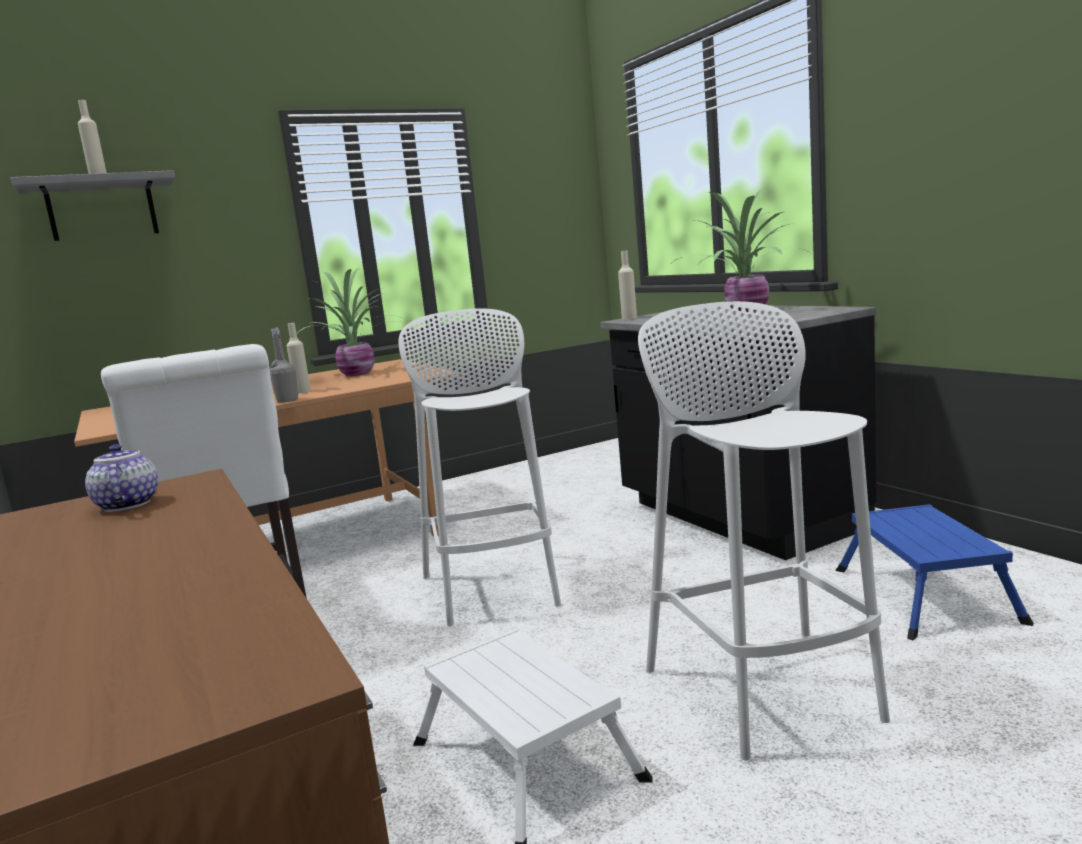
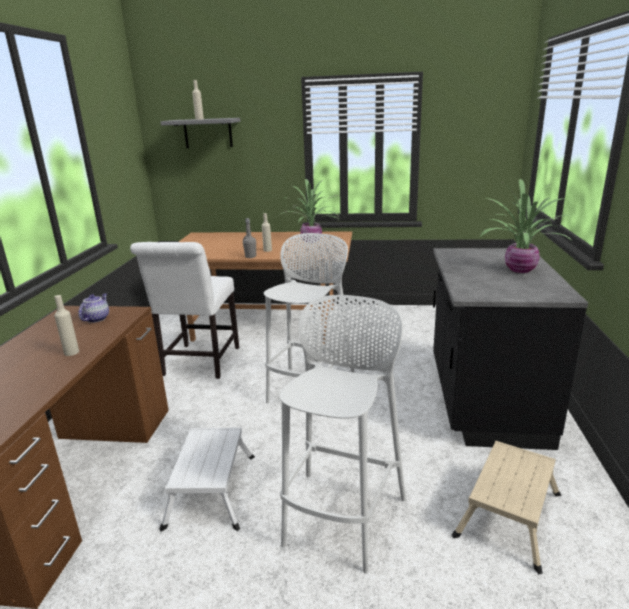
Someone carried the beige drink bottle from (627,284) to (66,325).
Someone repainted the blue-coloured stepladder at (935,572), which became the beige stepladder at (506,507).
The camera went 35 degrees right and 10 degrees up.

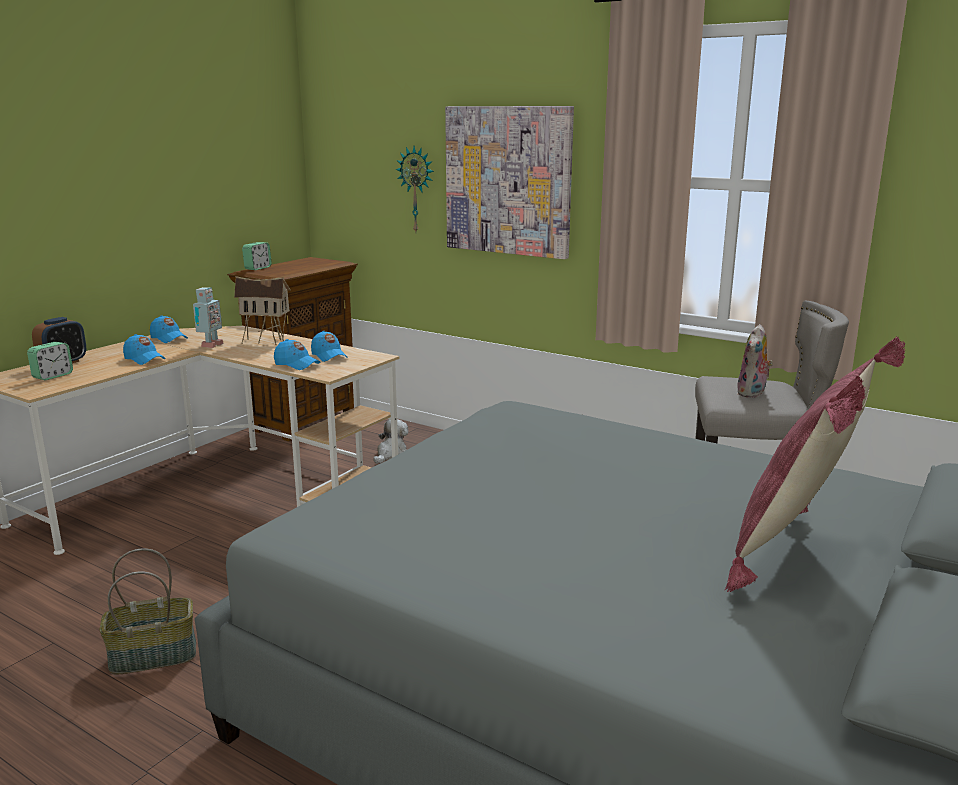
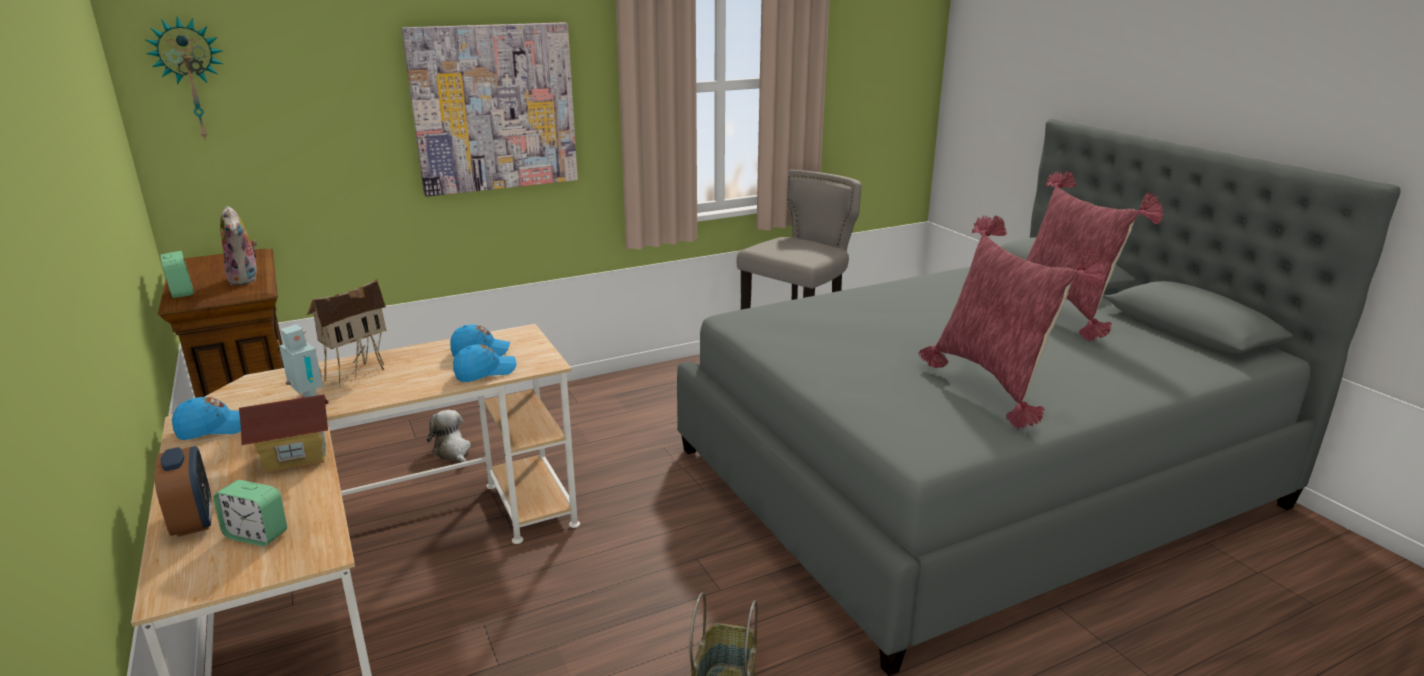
Someone rotated the alarm clock at (50,361) by 135 degrees clockwise.
Someone swapped the blue-coloured cap at (144,349) for the miniature house at (284,434).
Someone carried the hanging clock from (415,189) to (184,78).
Someone carried the cuddly toy from (755,361) to (238,245).
Someone put down the reddish pillow at (1012,323).
The camera went 60 degrees left and 5 degrees up.

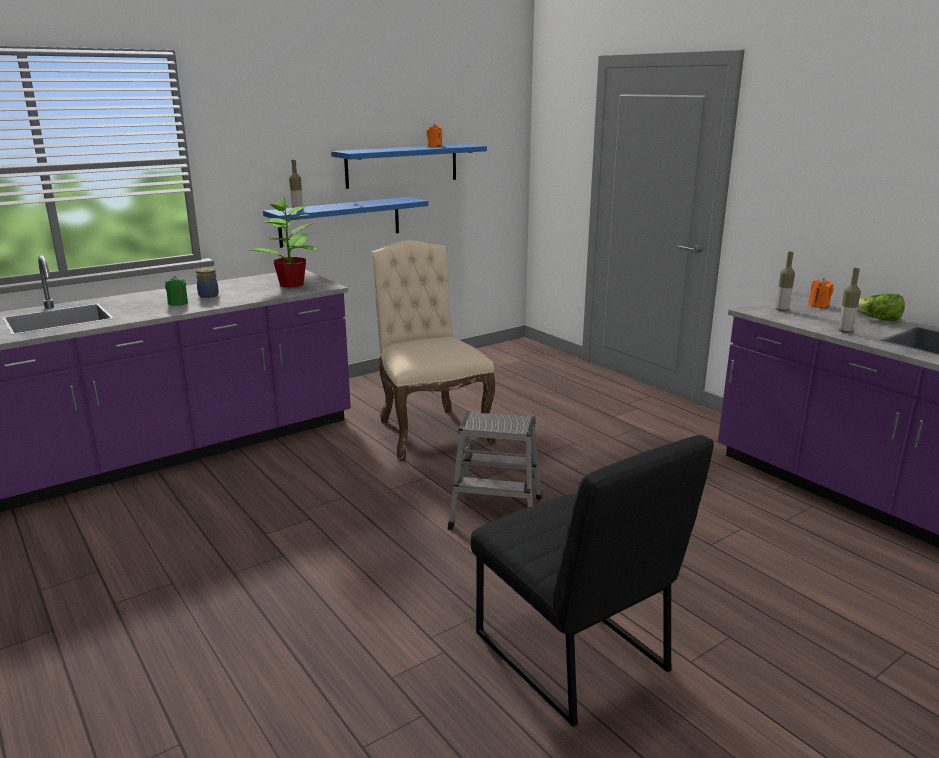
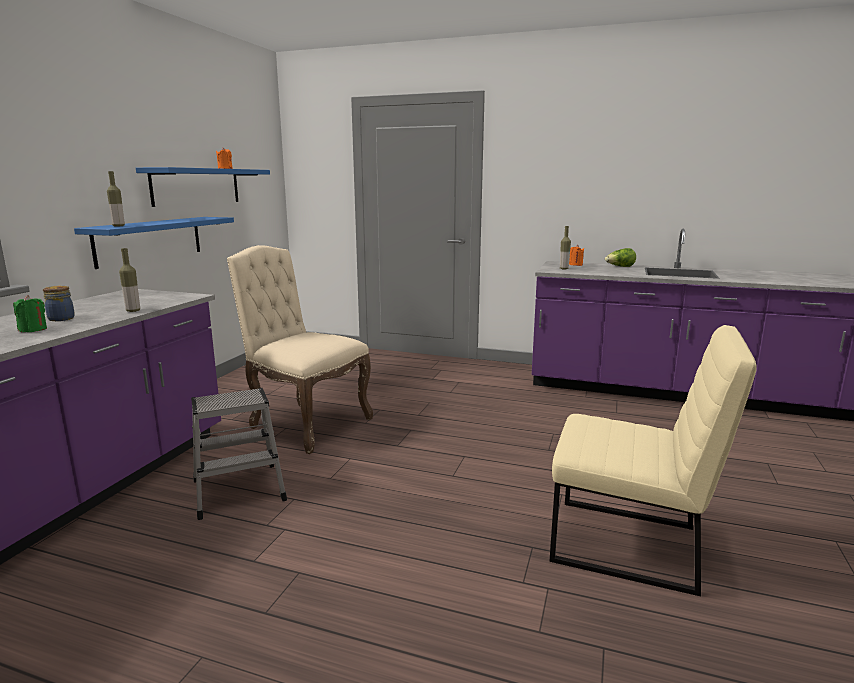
Someone took away the houseplant at (282,243).
Someone carried the grey stepladder from (495,470) to (239,454).
Someone repainted the black-coloured chair at (592,581), which became the beige chair at (653,460).
Someone carried the drink bottle from (849,300) to (129,280).
The camera went 35 degrees left and 5 degrees down.

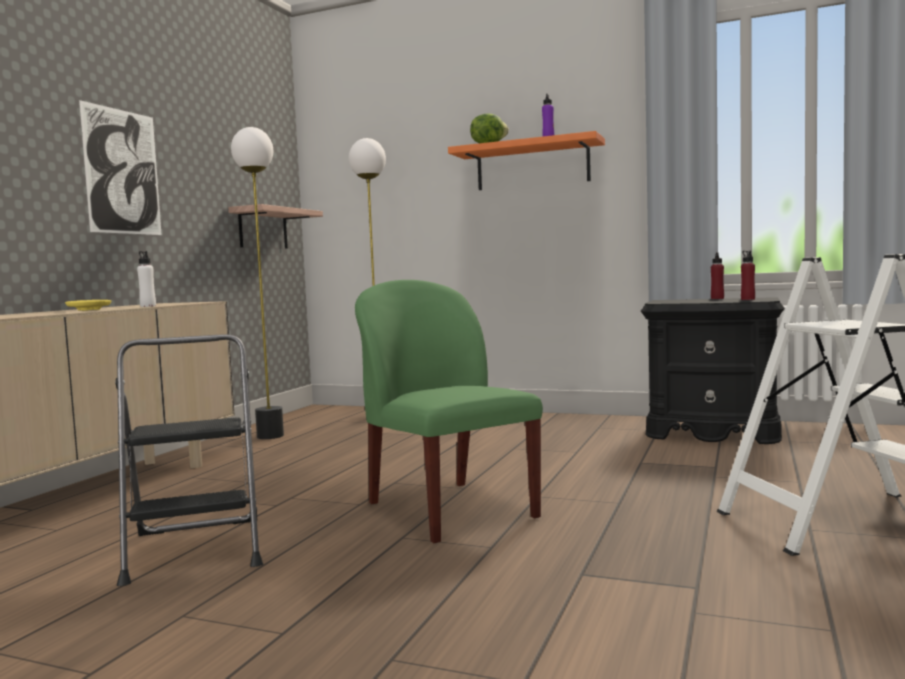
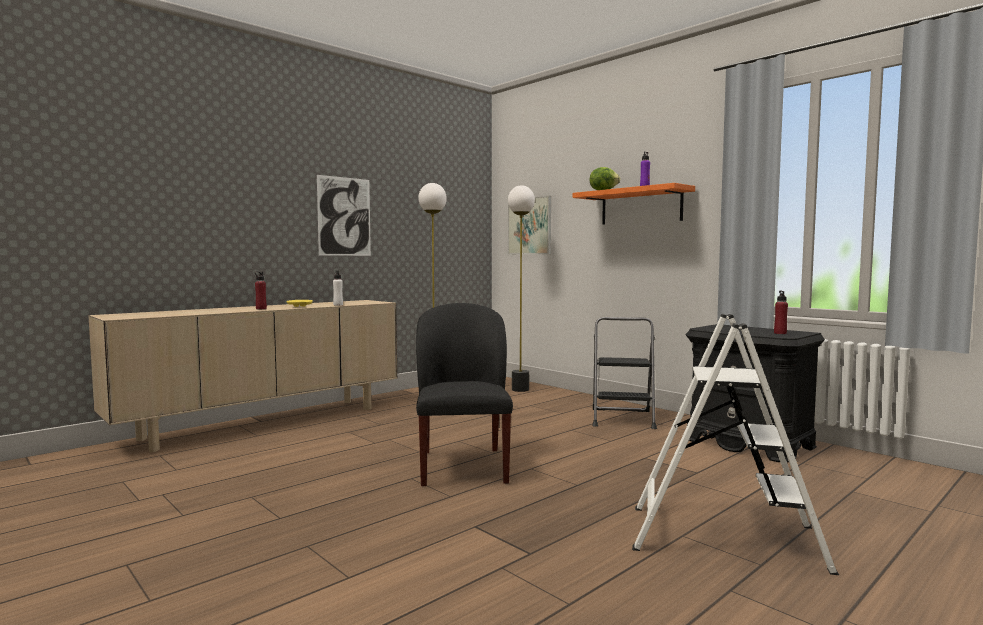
Someone carried the black-coloured stepladder from (189,460) to (624,373).
Someone took away the shelf at (275,226).
Someone repainted the greenish chair at (449,411), which became the black-coloured chair at (464,395).
Someone carried the reddish drink bottle from (717,275) to (261,290).
Someone put up the wall art at (529,225).
The camera went 25 degrees right and 0 degrees up.

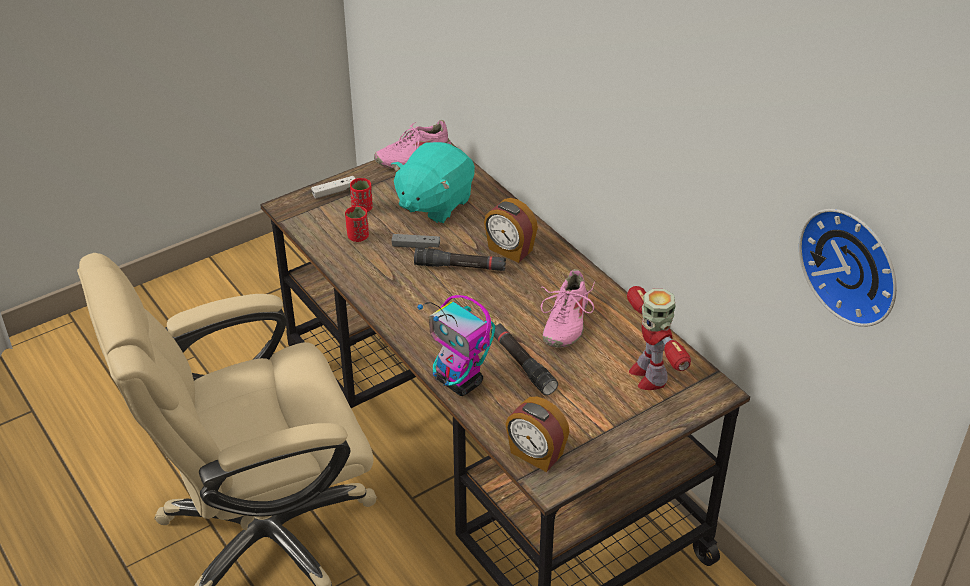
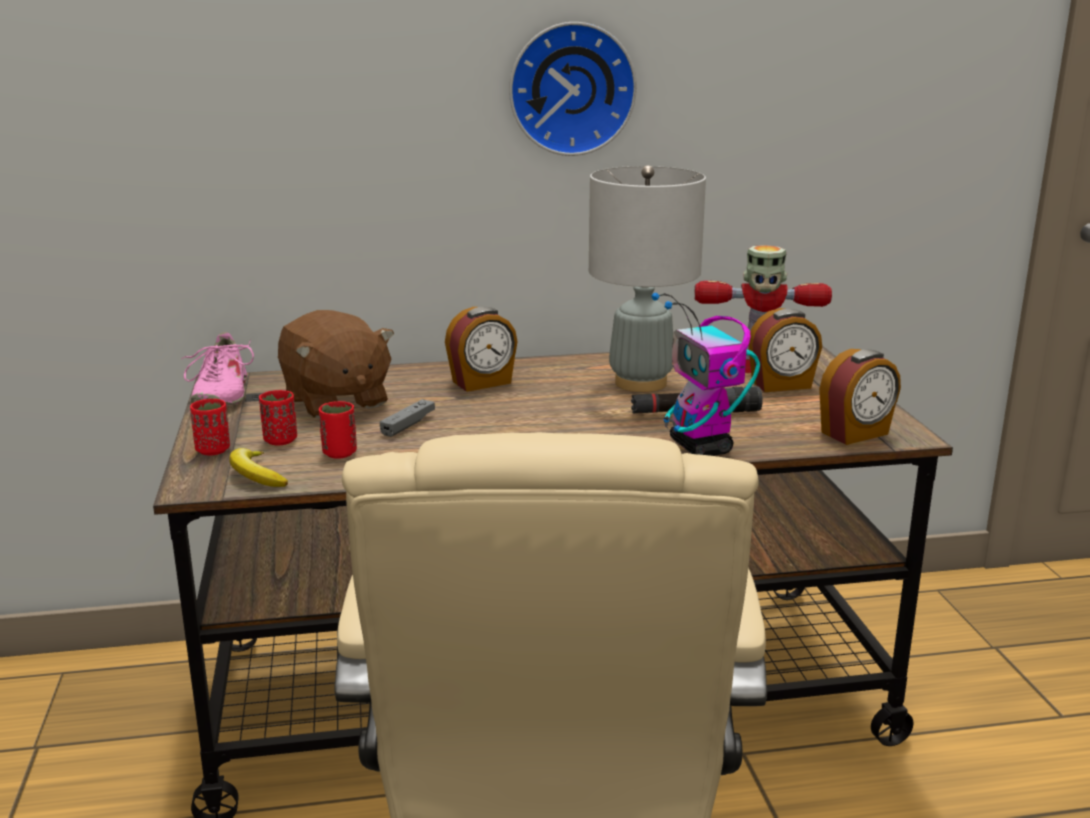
Someone swapped the white game controller at (333,187) for the reddish cup at (210,427).
Someone repainted the blue-green cuddly toy at (433,182), which became the brownish cuddly toy at (336,364).
Someone took away the black-coloured hand torch at (460,259).
Someone rotated the model robot at (456,345) by 90 degrees clockwise.
Someone swapped the pink-coloured shoe at (568,308) for the grey table lamp at (647,279).
Someone carried the hanging clock from (848,268) to (573,89).
Someone put down the banana fruit at (258,467).
Someone put down the alarm clock at (785,350).
The camera went 65 degrees left and 20 degrees down.

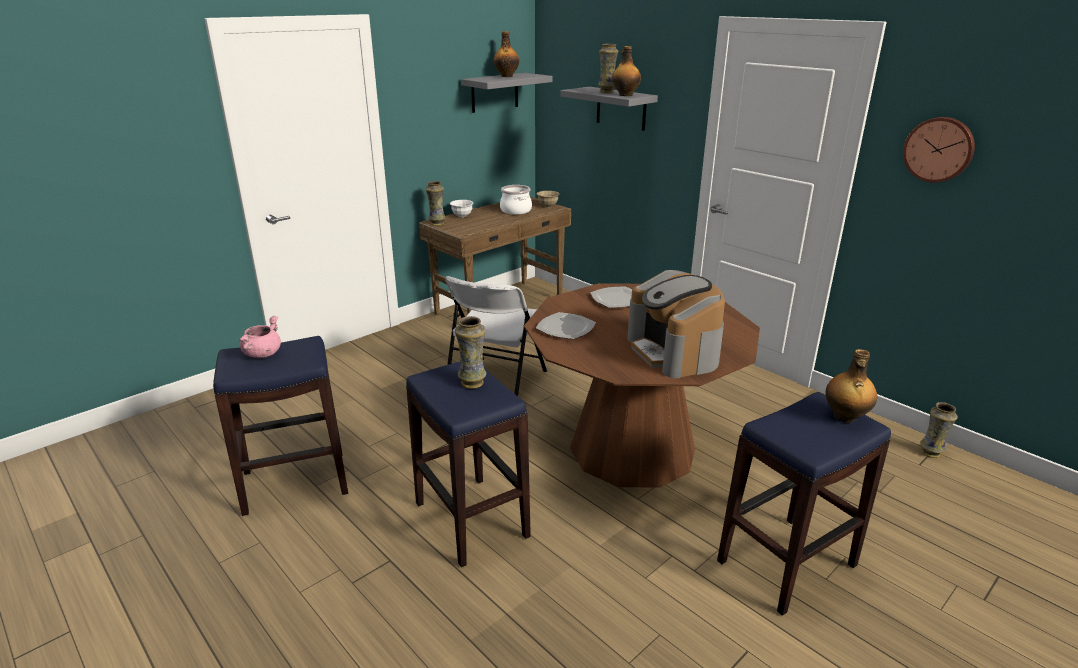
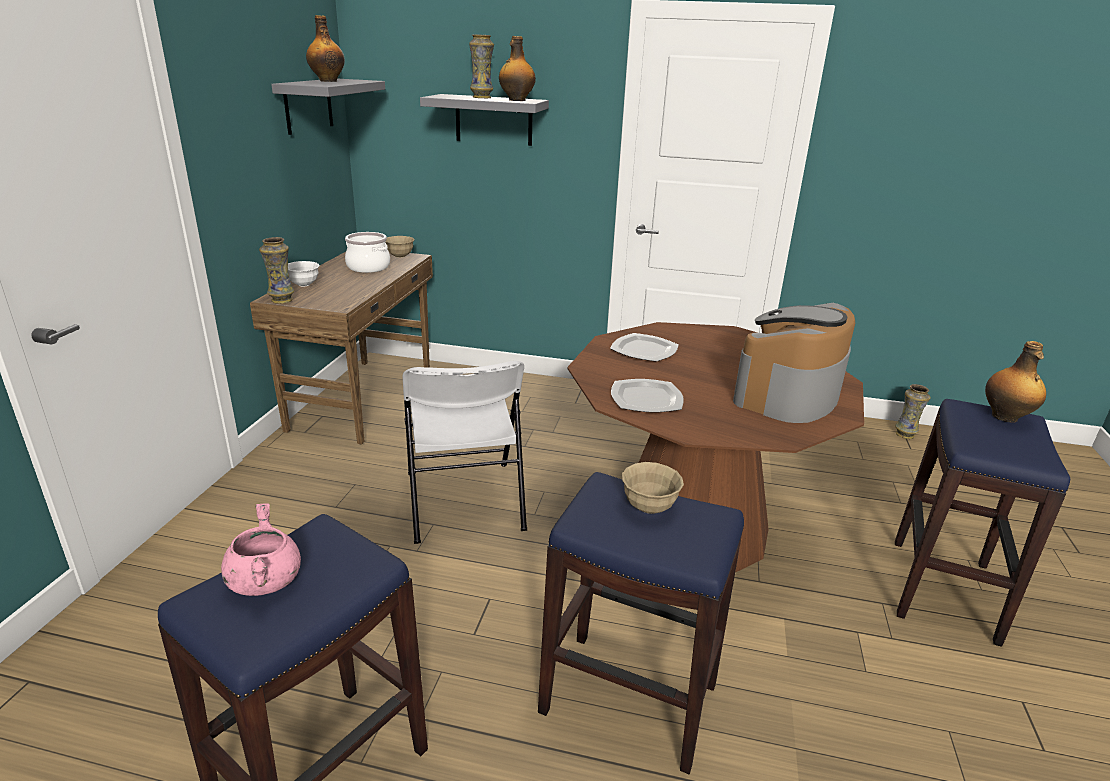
Someone swapped the flower vase at (470,352) for the beige serving bowl at (653,488).
Someone rotated the coffee brewer at (676,324) by 90 degrees clockwise.
Someone took away the hanging clock at (939,150).
The camera went 35 degrees left and 0 degrees up.

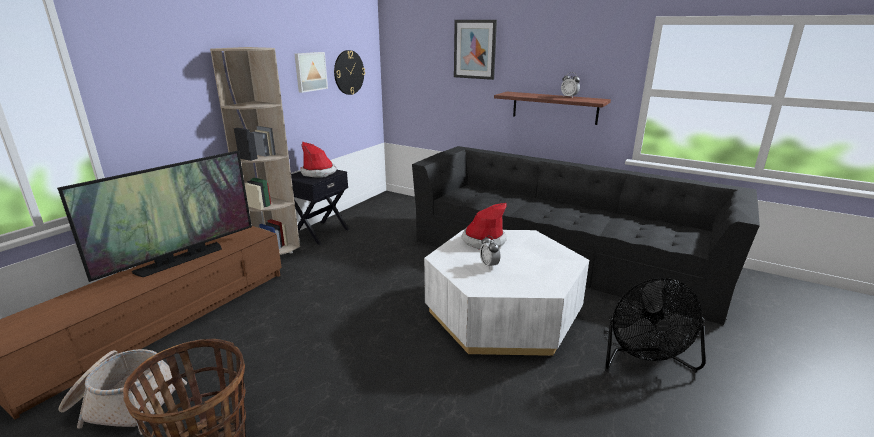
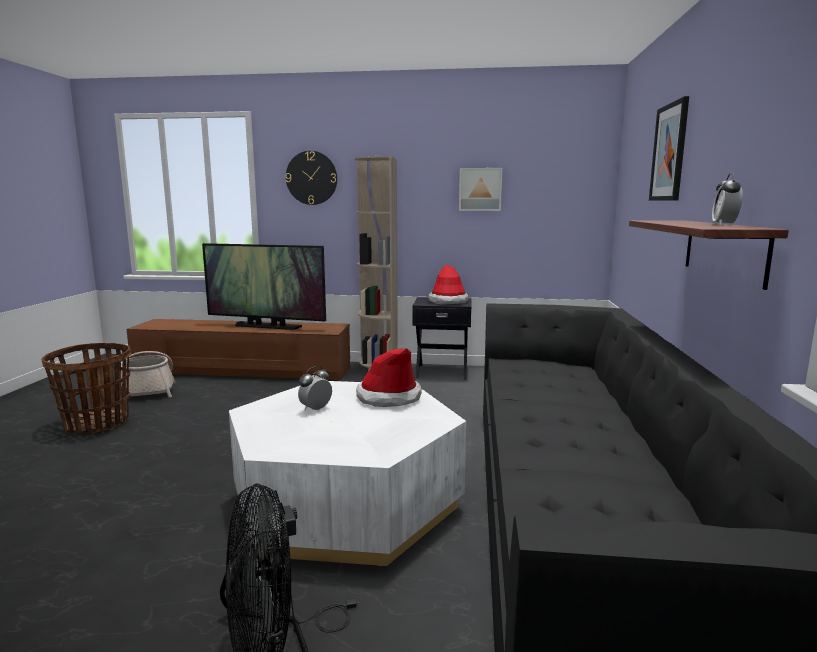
Someone carried the hanging clock from (349,72) to (311,178).
The camera went 65 degrees right and 10 degrees down.

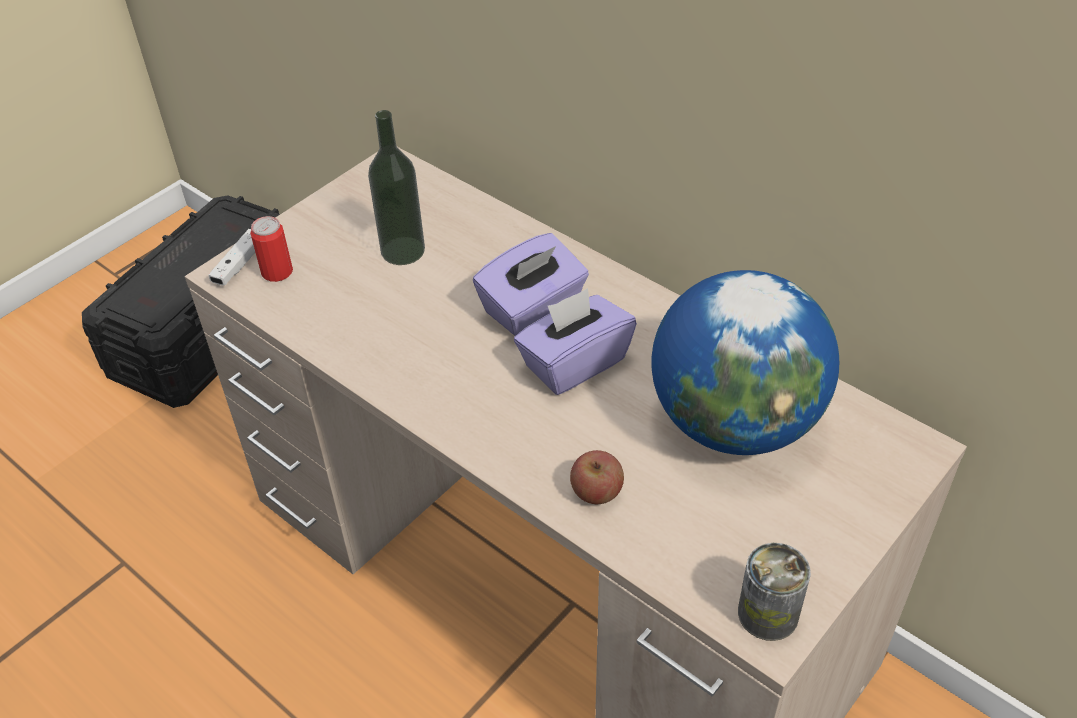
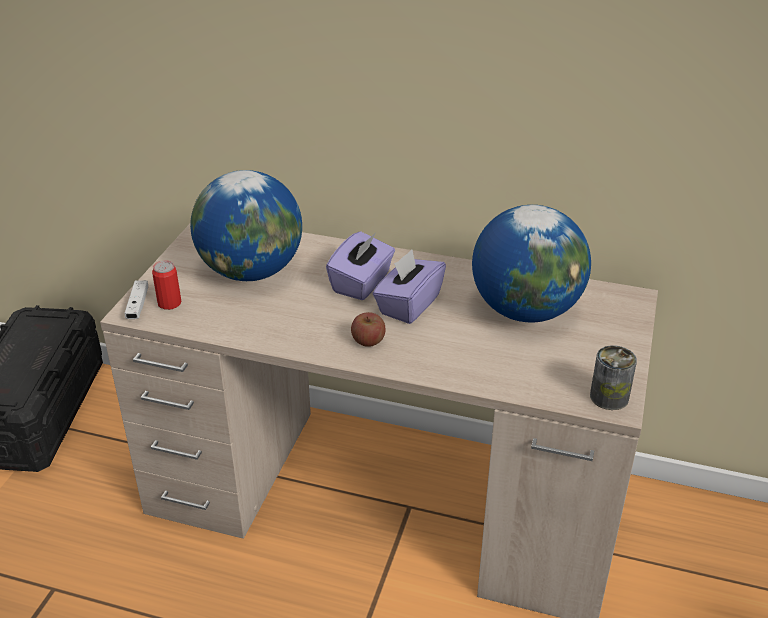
Someone swapped the drink bottle at (396,187) for the desk globe at (246,225).
Someone carried the apple fruit from (597,477) to (368,329).
The camera went 25 degrees left and 10 degrees down.

